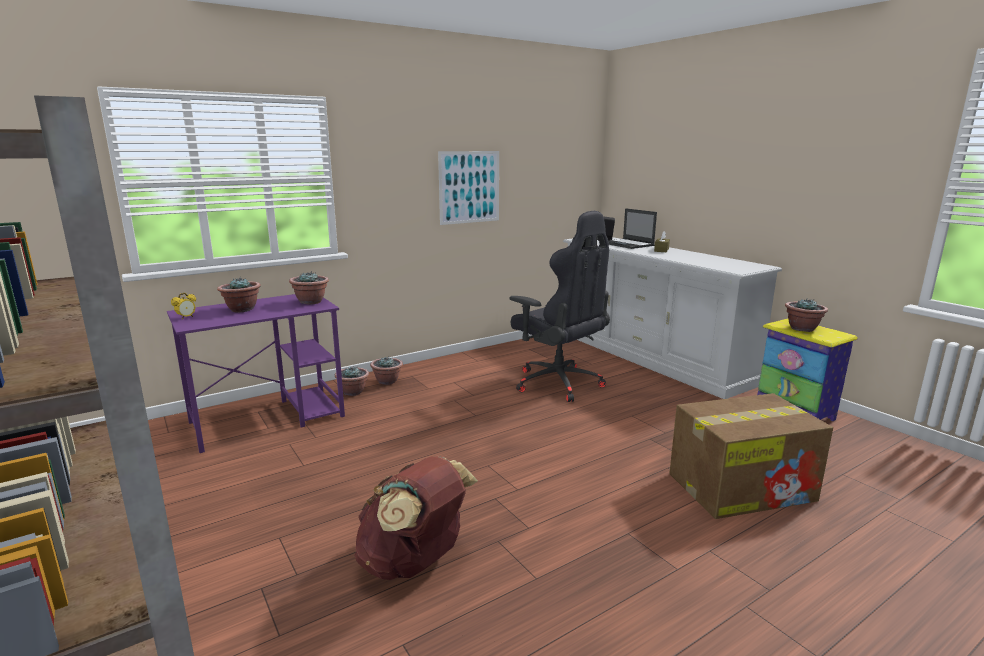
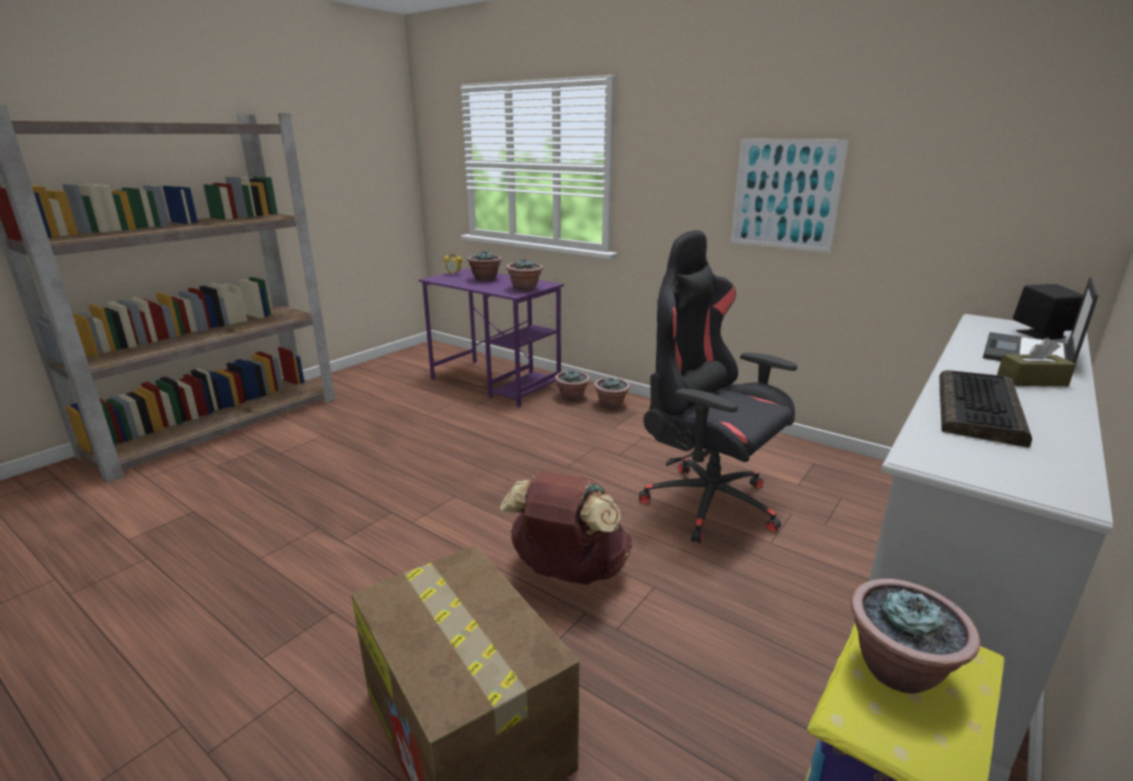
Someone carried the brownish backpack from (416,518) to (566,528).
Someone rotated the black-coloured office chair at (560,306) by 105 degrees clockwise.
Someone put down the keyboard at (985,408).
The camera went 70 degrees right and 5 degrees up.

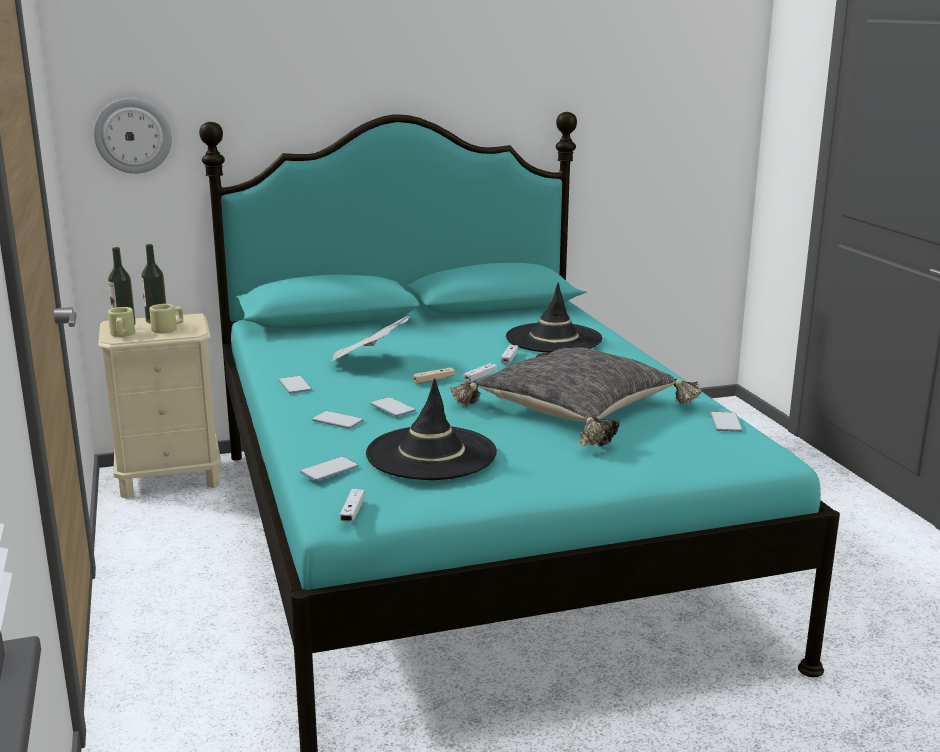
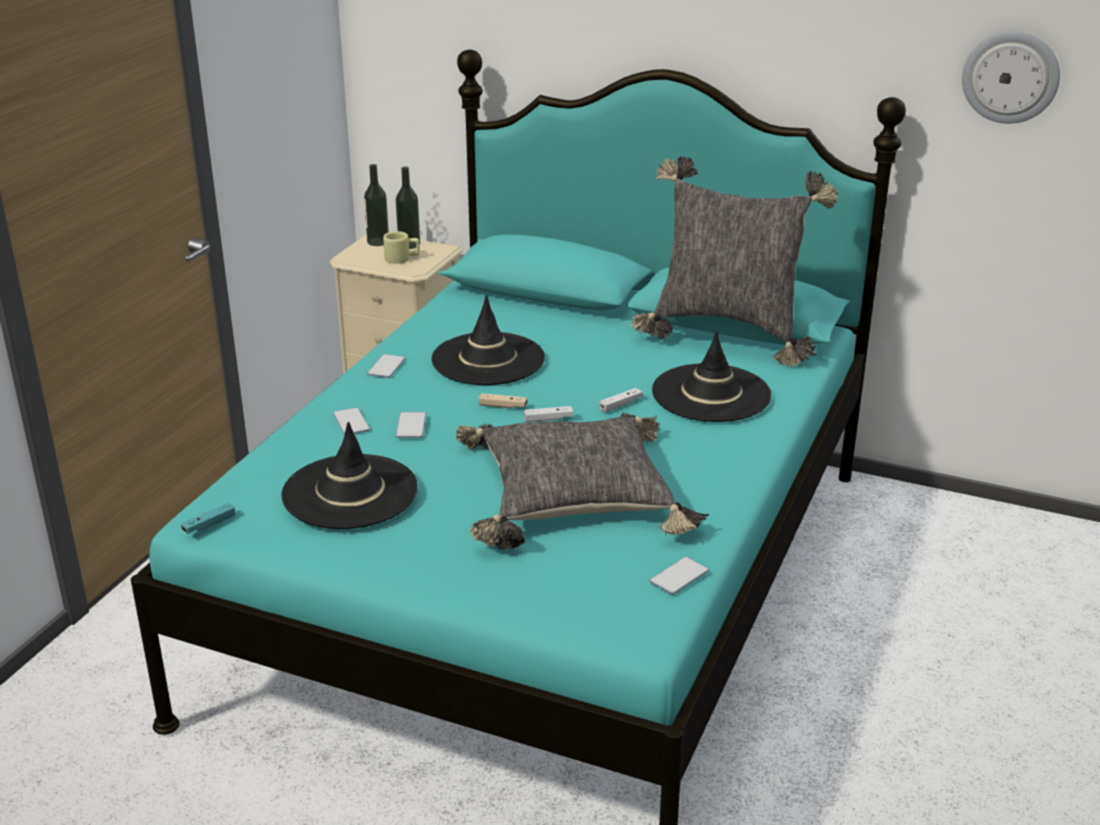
Someone carried the hanging clock from (133,136) to (1011,77).
Someone took away the beige mug at (121,322).
Someone took away the phone at (329,468).
Someone swapped the newspaper at (370,338) for the black-coloured hat at (488,340).
Someone repainted the white game controller at (352,505), which became the blue-green game controller at (208,518).
Someone put down the pillow at (735,261).
The camera went 40 degrees right and 10 degrees up.

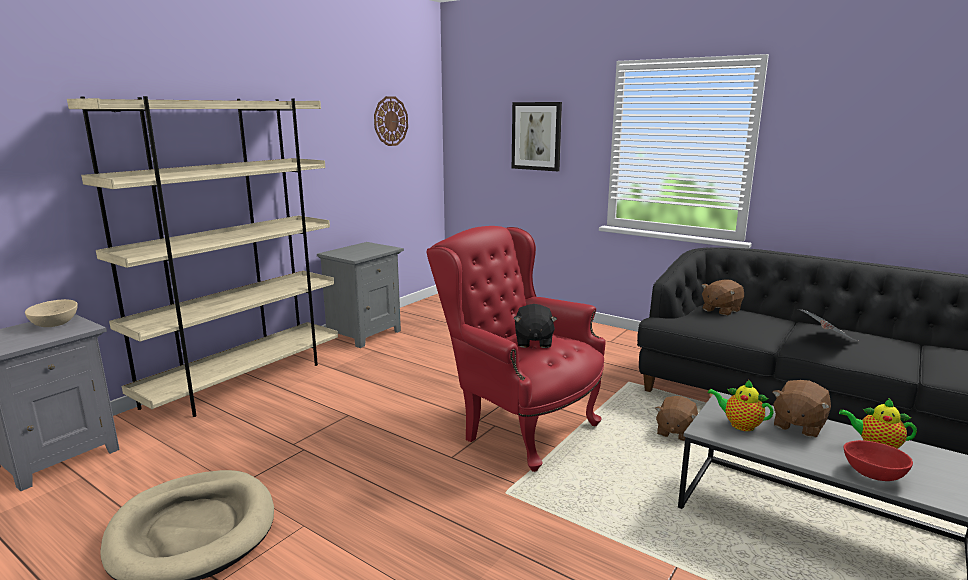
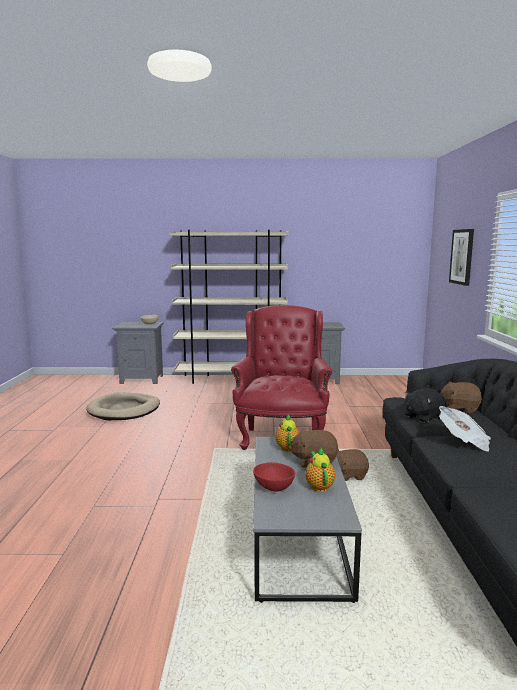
Someone took away the hanging clock at (391,121).
Someone carried the black-coloured cuddly toy from (535,326) to (425,405).
The camera went 55 degrees right and 5 degrees down.

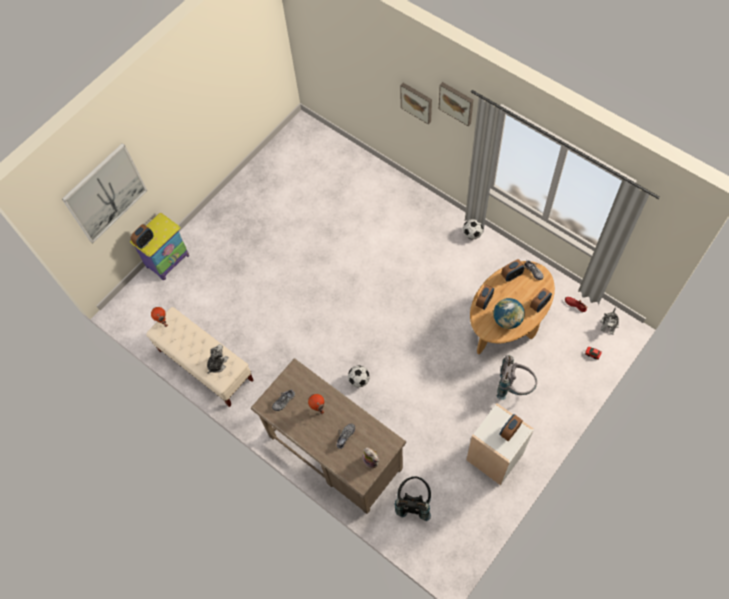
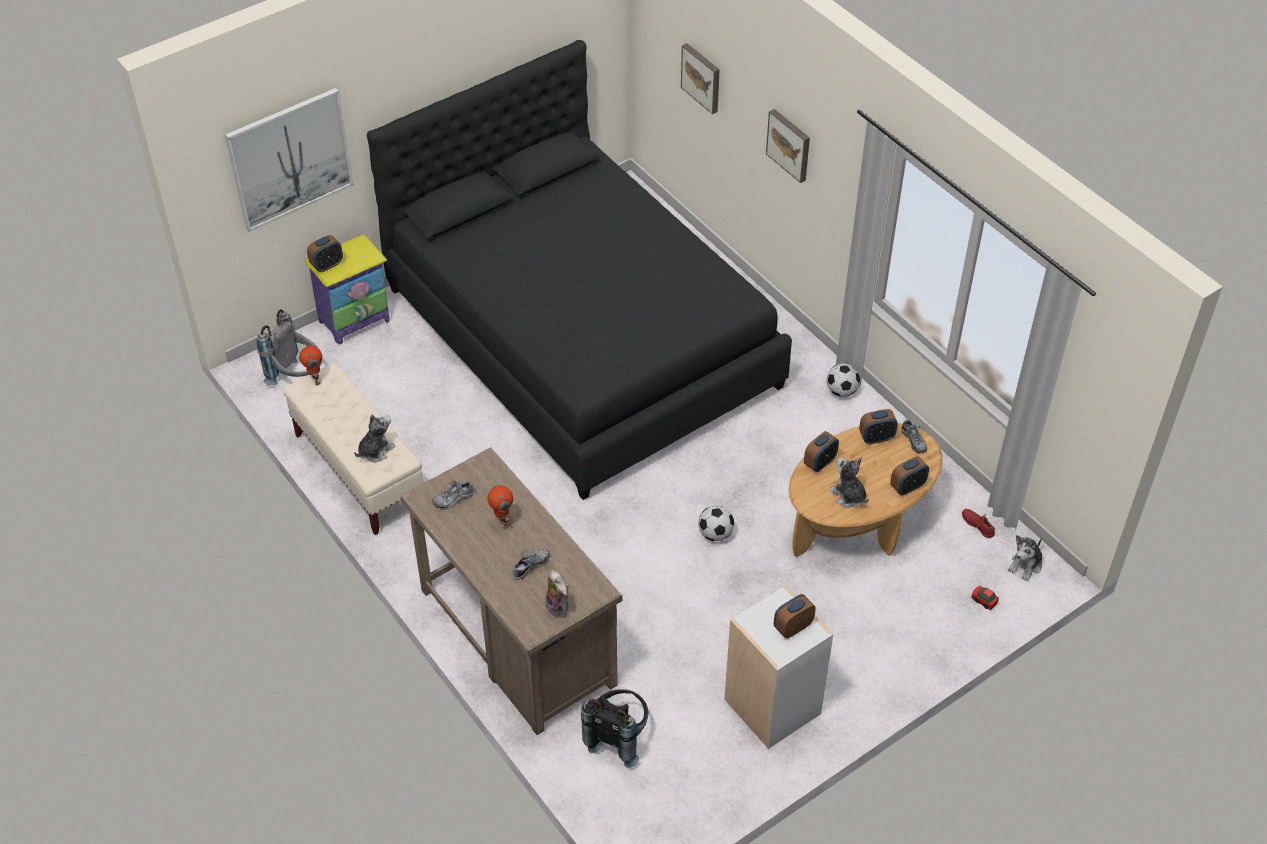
Someone carried the ball for football from (359,376) to (716,523).
Someone carried the wall art from (456,104) to (700,78).
Someone swapped the desk globe at (509,313) for the cuddly toy at (849,482).
Someone carried the grey backpack from (517,377) to (289,347).
Someone put down the black-coloured bed at (579,270).
The camera went 10 degrees right and 15 degrees down.

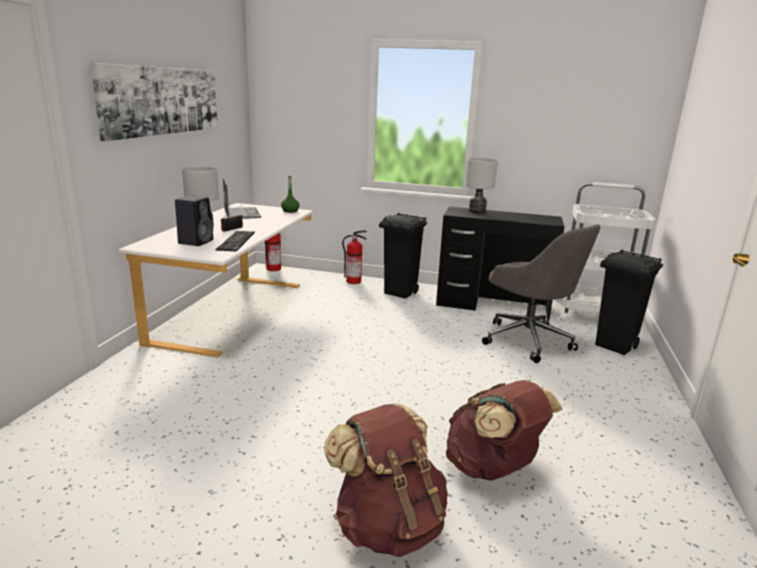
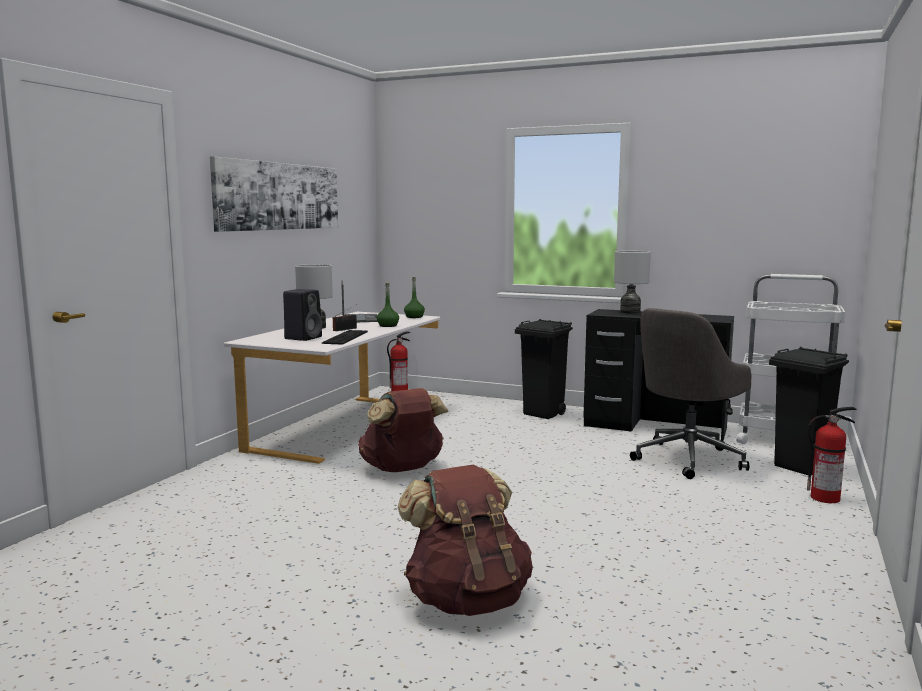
Someone carried the extinguisher from (354,257) to (832,455).
Someone carried the brownish backpack from (504,430) to (403,430).
Someone rotated the grey office chair at (541,293) by 75 degrees clockwise.
Someone put down the greenish drink bottle at (388,304).
The camera went 10 degrees right and 10 degrees down.

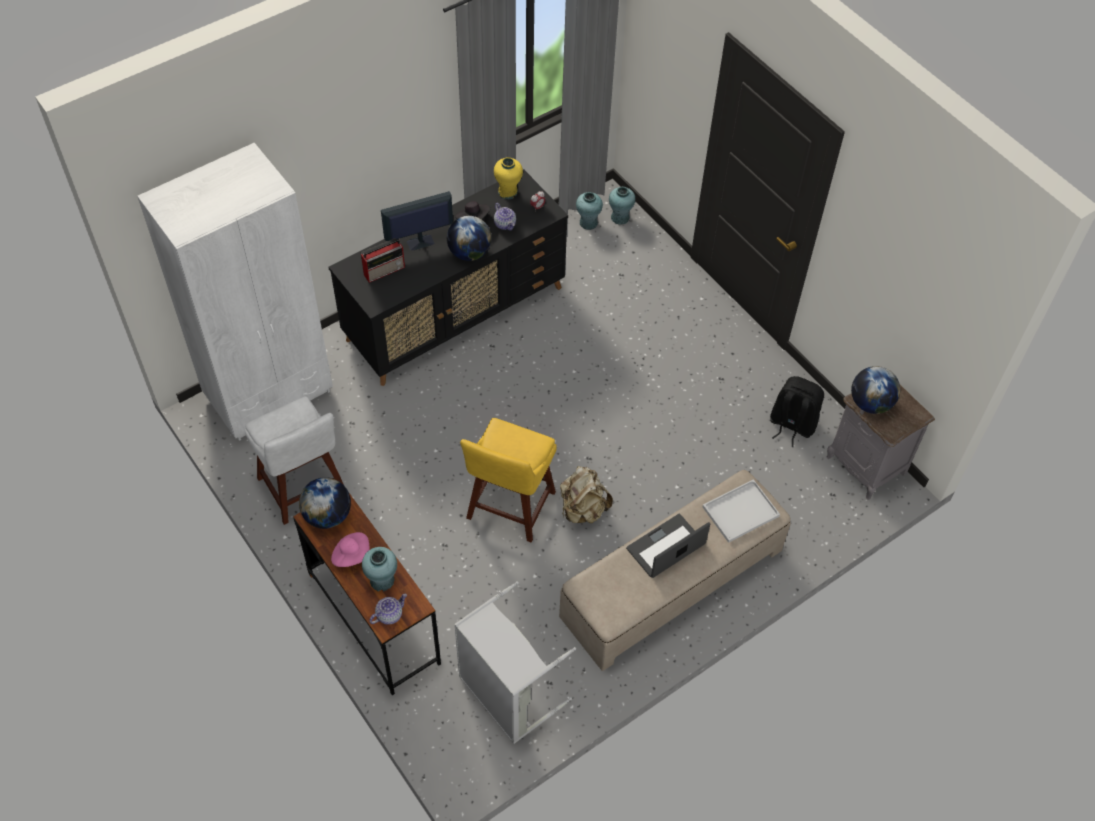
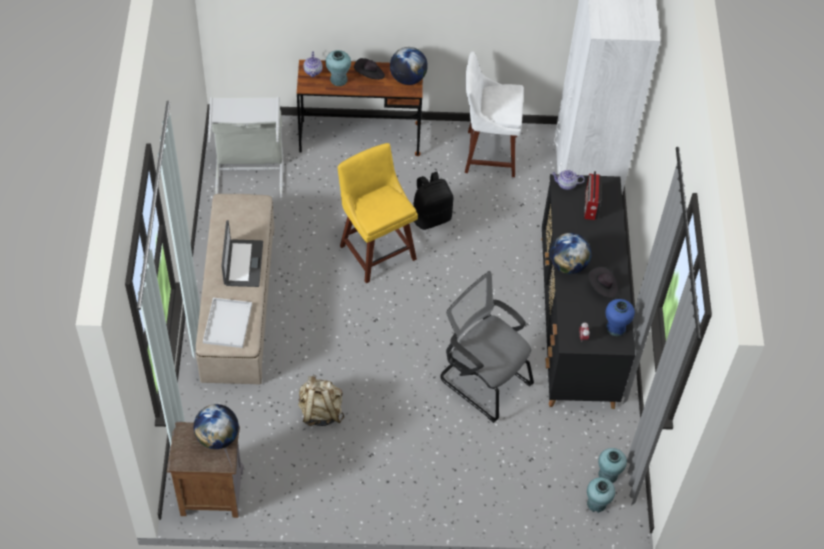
Someone repainted the pink-coloured hat at (350,549), which became the black-coloured hat at (369,69).
Someone took away the computer screen at (417,220).
Someone repainted the yellow-coloured flower vase at (508,178), which became the blue-coloured flower vase at (620,317).
Someone carried the pot for tea from (505,217) to (568,180).
Someone carried the beige backpack from (586,494) to (321,400).
Someone carried the black-coloured backpack from (797,411) to (433,201).
Someone put down the chair at (487,347).
The camera went 125 degrees right and 0 degrees up.

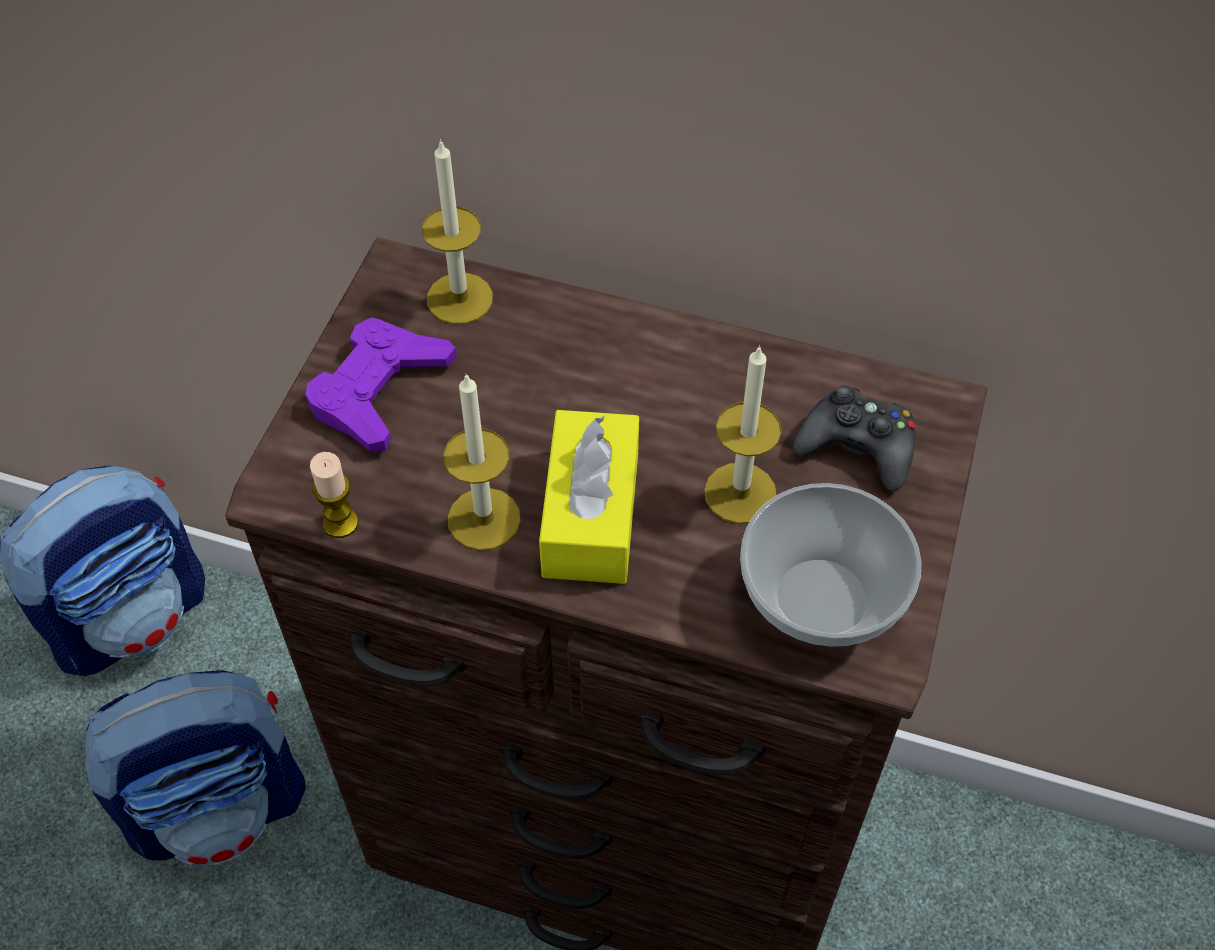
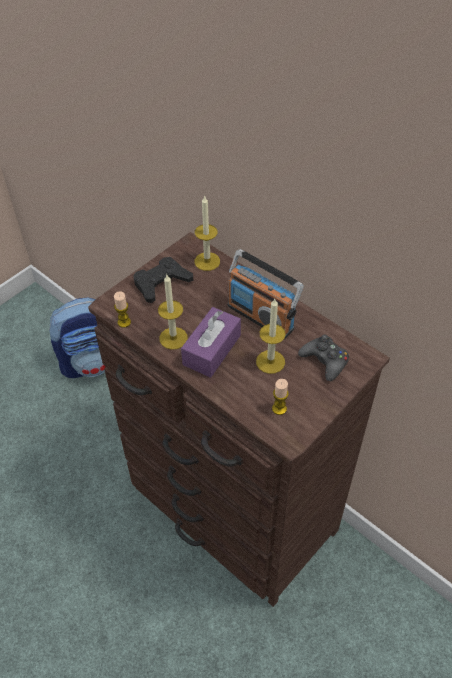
Someone took away the backpack at (195,768).
Someone repainted the purplish game controller at (381,384), which became the black-coloured game controller at (163,280).
Someone repainted the yellow-coloured tissue box at (589,497), which became the purplish tissue box at (211,342).
Someone swapped the serving bowl at (831,565) for the candle at (280,397).
Someone put down the radio at (266,294).
The camera went 25 degrees right and 5 degrees down.

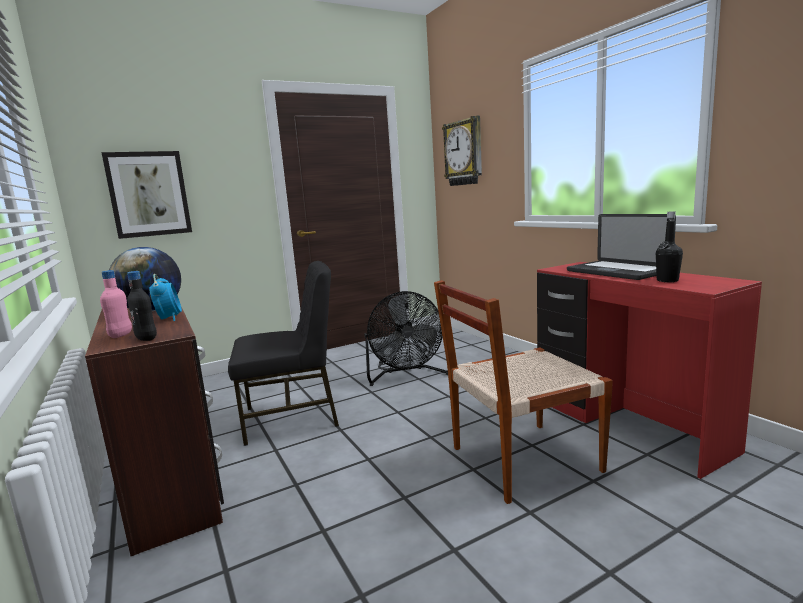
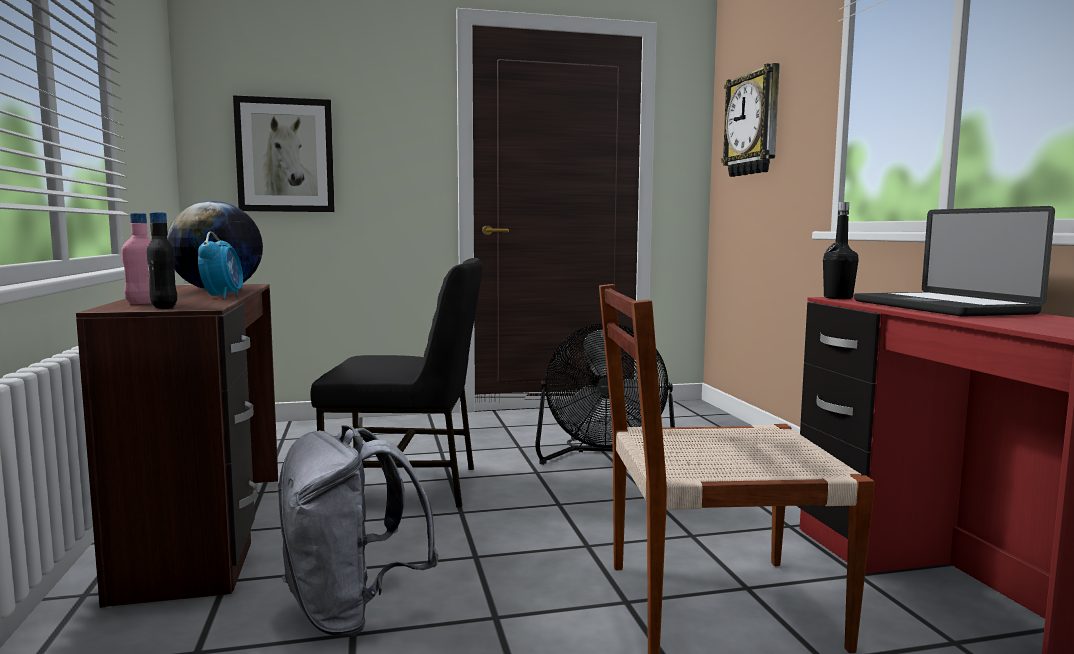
Someone carried the black-coloured drink bottle from (669,246) to (841,250).
Someone put down the grey backpack at (358,531).
The camera went 15 degrees right and 5 degrees down.

